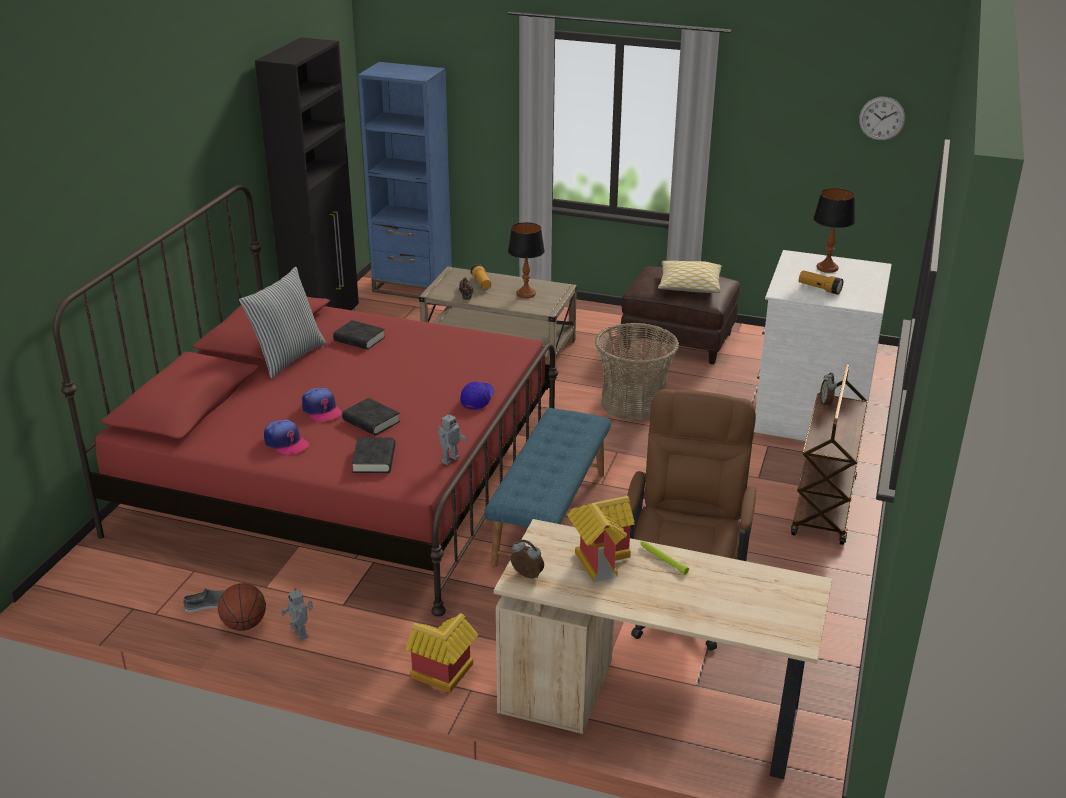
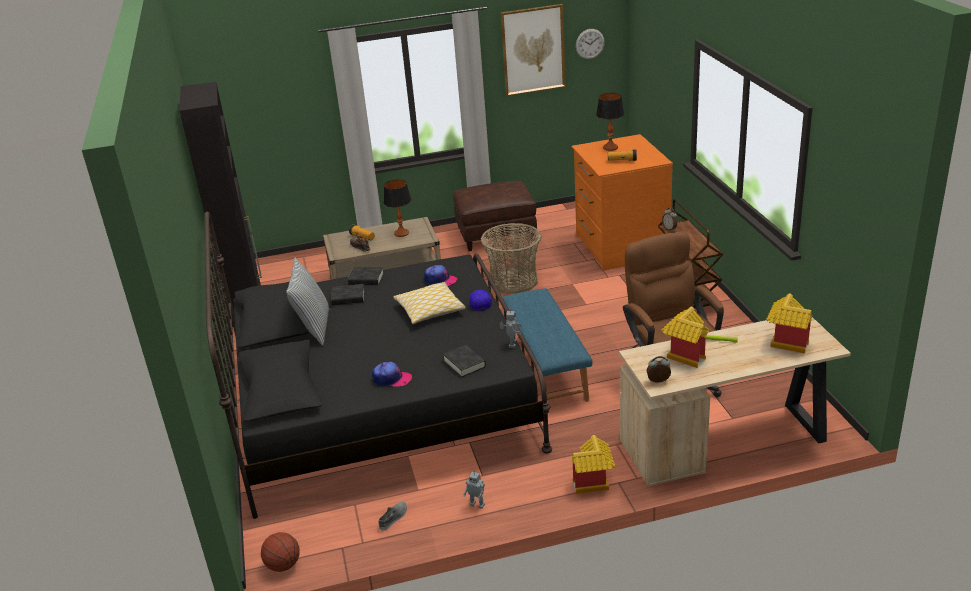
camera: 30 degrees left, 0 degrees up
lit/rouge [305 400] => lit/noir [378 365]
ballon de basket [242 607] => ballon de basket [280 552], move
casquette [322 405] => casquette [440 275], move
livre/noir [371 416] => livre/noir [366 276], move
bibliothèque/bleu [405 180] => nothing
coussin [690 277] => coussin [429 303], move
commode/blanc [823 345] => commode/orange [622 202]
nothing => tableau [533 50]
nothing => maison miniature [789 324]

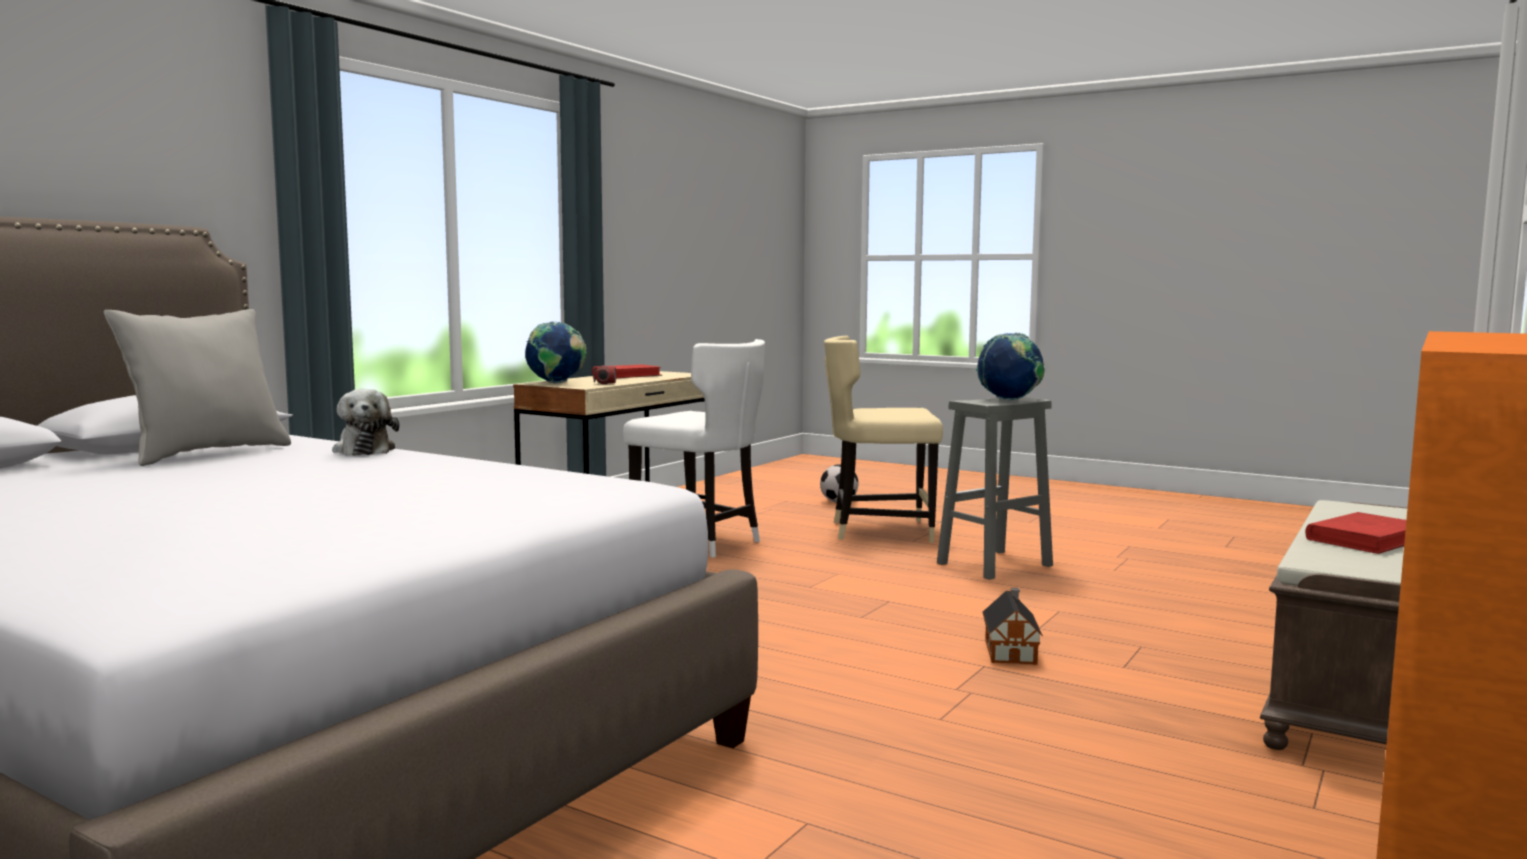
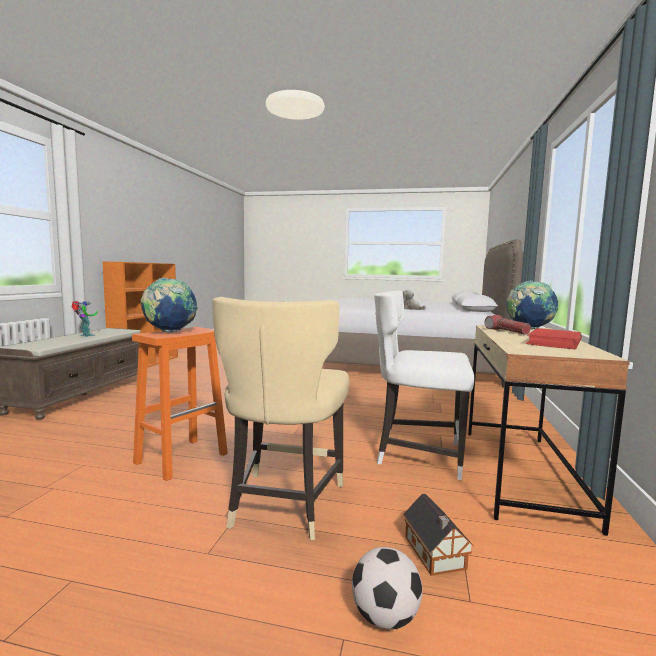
camera: 160 degrees right, 0 degrees up
coussin/gris [197 387] => nothing
chaise/beige [883 439] => chaise/beige [280 418], 120 degrees clockwise
tabouret/gris [995 488] => tabouret/orange [180 404]
maison miniature [1012 626] => maison miniature [438 535], move
livre/rouge [1355 533] => robot jouet [84 319]

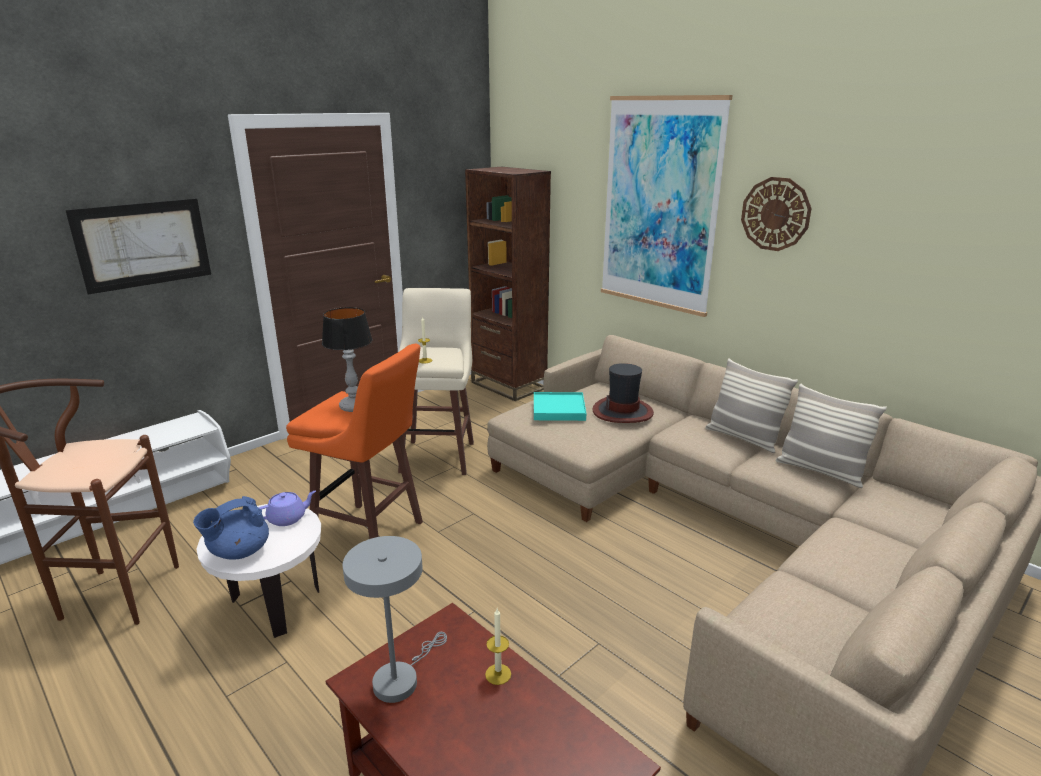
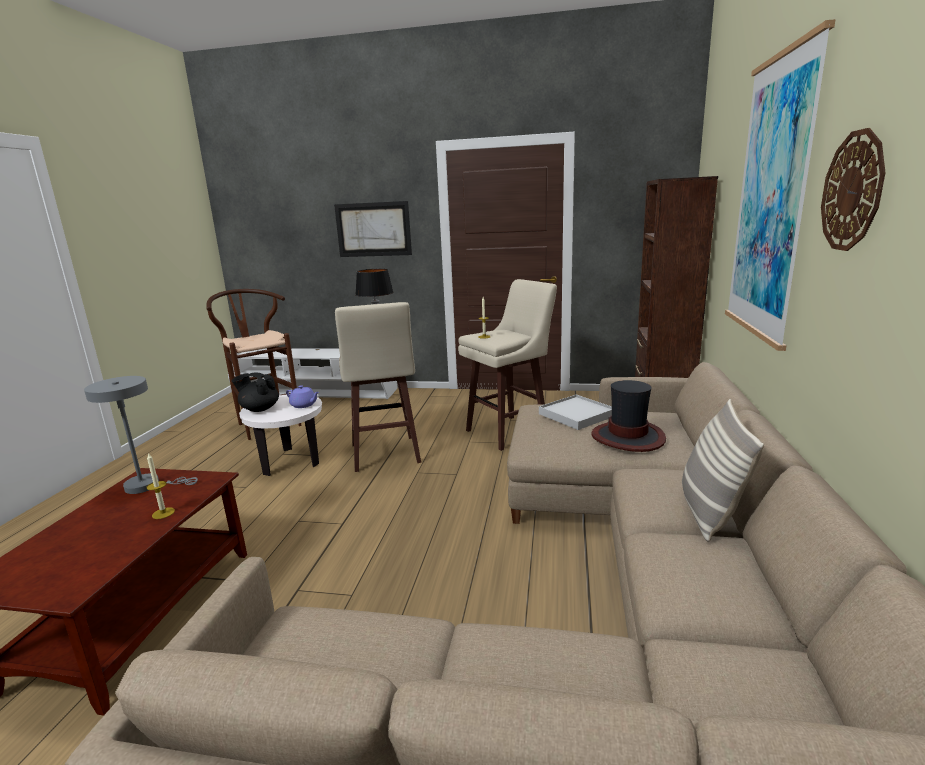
camera: 55 degrees right, 5 degrees down
théière/bleu [231 528] => théière/noir [255 392]
tabouret/orange [354 441] => tabouret/beige [378 387]
plateau/turquoise [560 406] => plateau/blanc [575 412]
coussin [831 436] => nothing

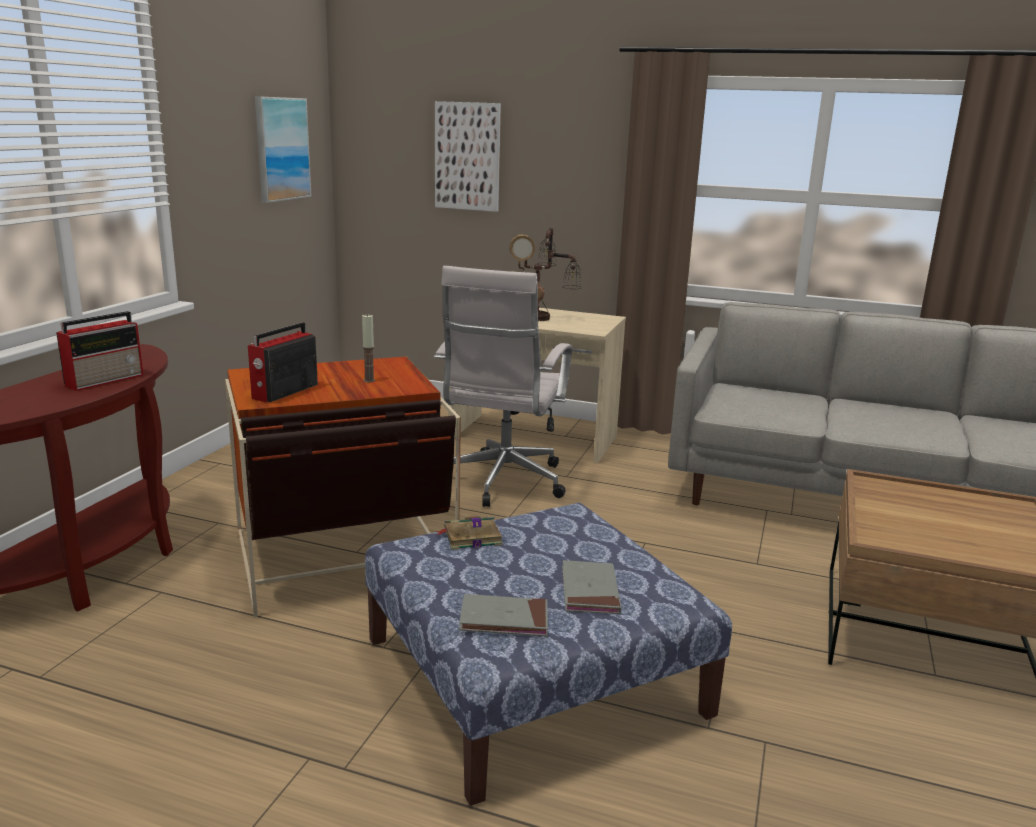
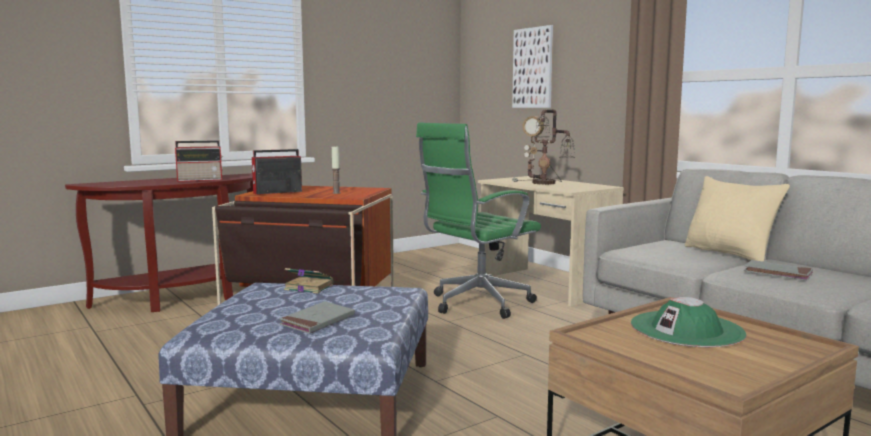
camera: 35 degrees right, 10 degrees down
tableau [283 149] => nothing
chaise de bureau/blanc [503 386] => chaise de bureau/vert [478 221]
livre/gris [503 615] => livre/gris [778 270], move
nothing => chapeau/vert [688 322]
nothing => coussin/beige [737 219]

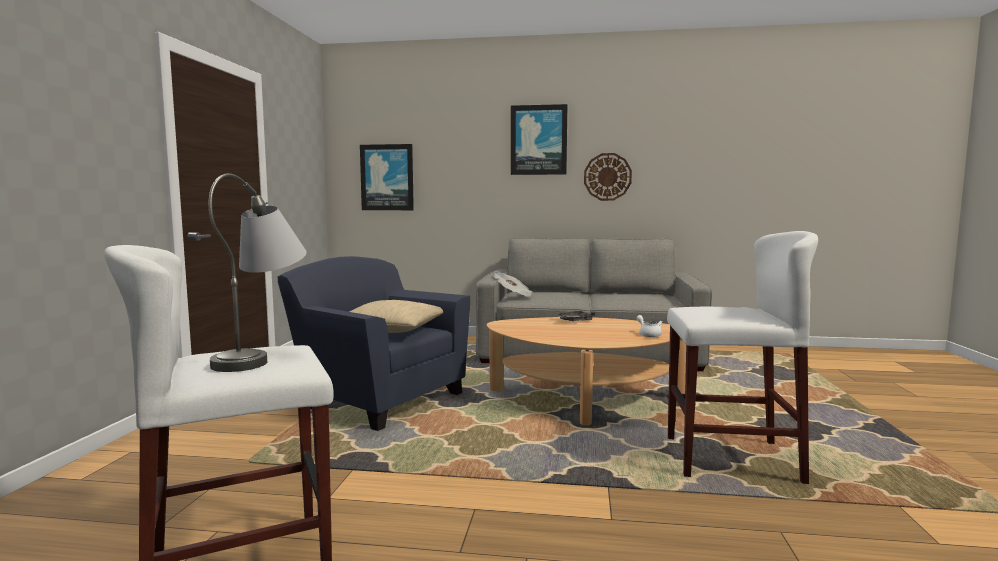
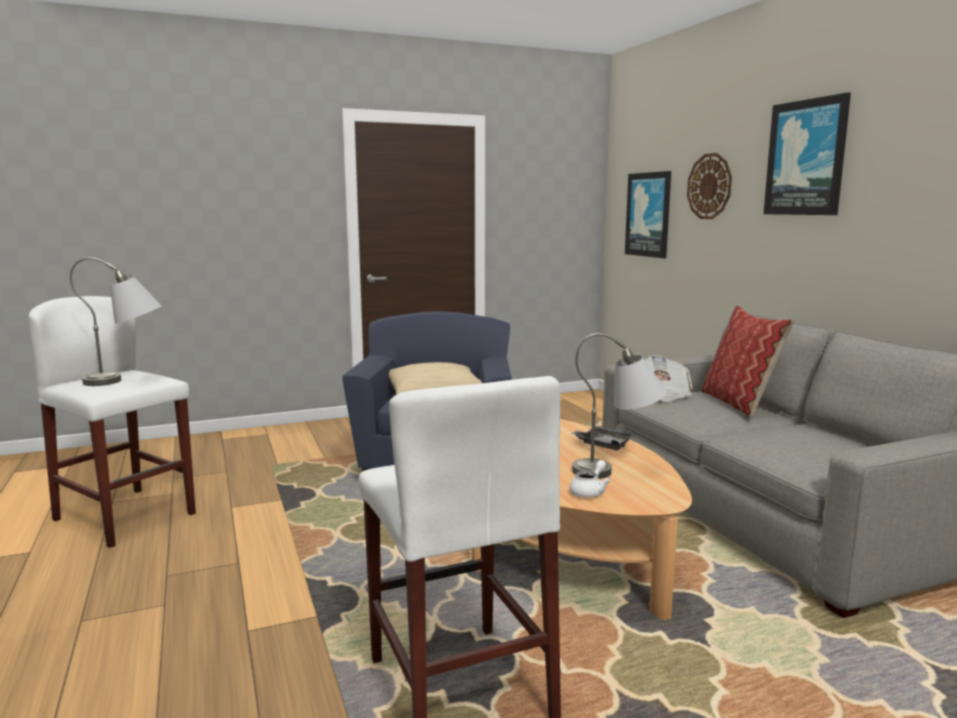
camera: 60 degrees right, 5 degrees up
horloge murale [608 177] => horloge murale [709 186], move
nothing => lampe de table/gris [619 406]
nothing => coussin [747 362]

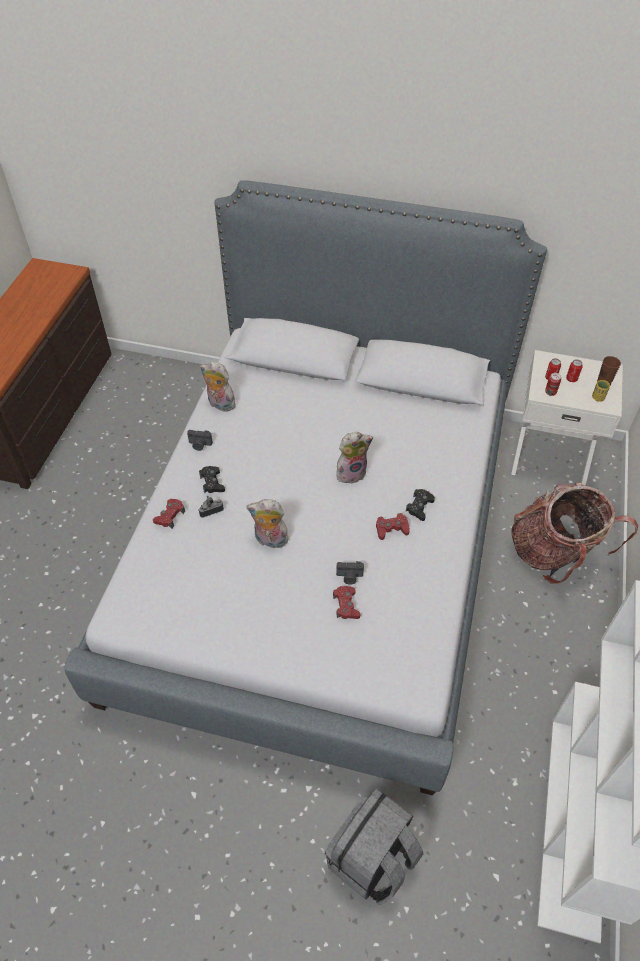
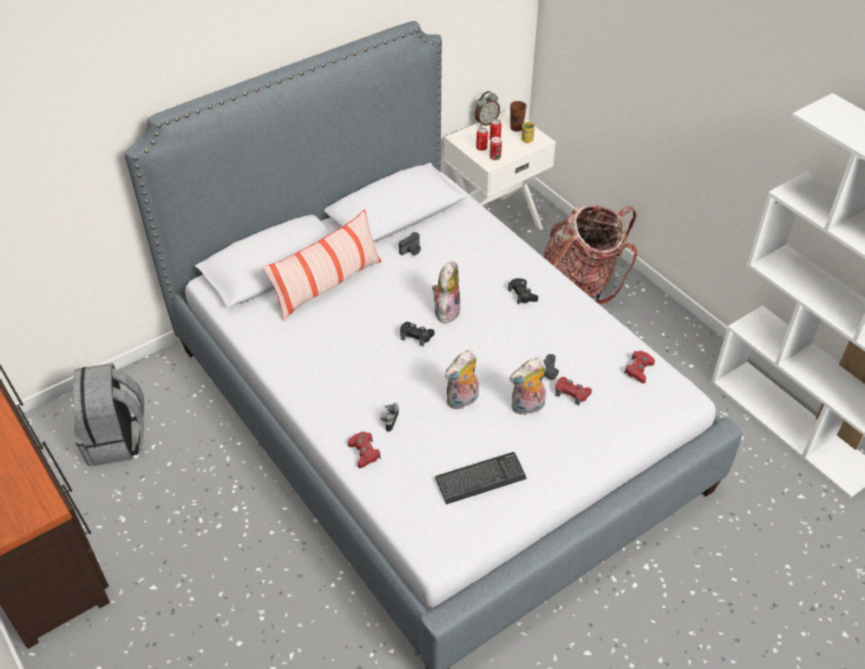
camera: 50 degrees left, 5 degrees down
appareil photo [200 440] => appareil photo [410 243], move
manette/noir [212 480] => manette/noir [417 334], move
peluche [218 386] => peluche [527 386], move
sac à dos/gris [374 846] => sac à dos/gris [108 414], move
manette/rouge [393 526] => manette/rouge [639 367], move
nothing => coussin [321 265]
nothing => clavier [481 478]
nothing => réveil [487 108]

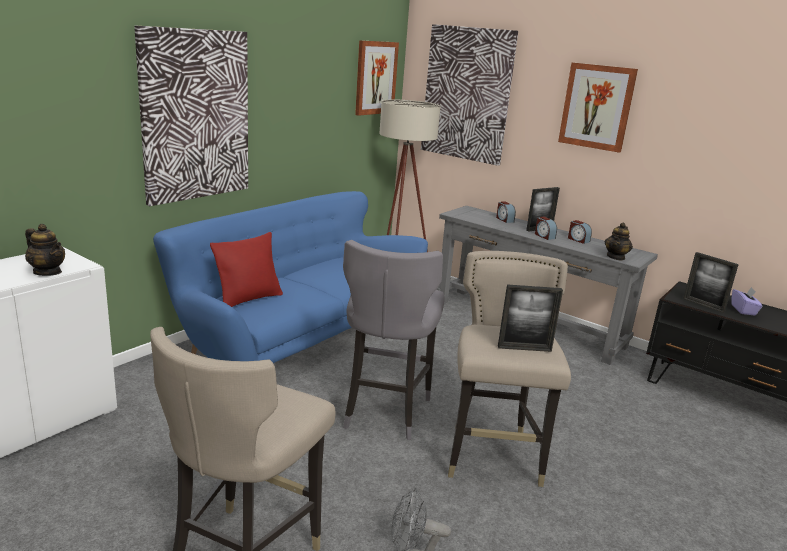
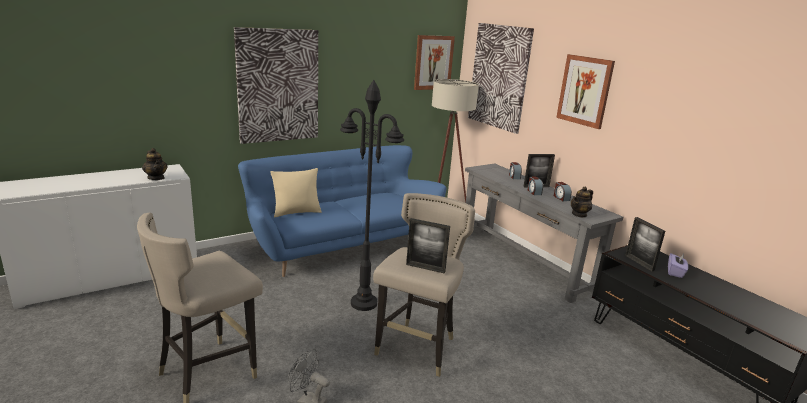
camera: 20 degrees right, 0 degrees up
coussin/rouge [246 269] => coussin/beige [296 193]
tabouret/gris [394 340] => lampadaire/noir [372 195]

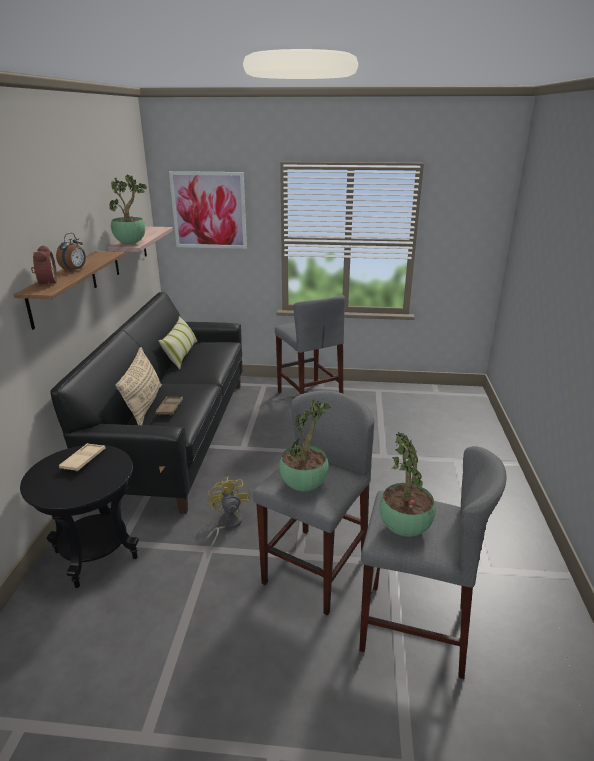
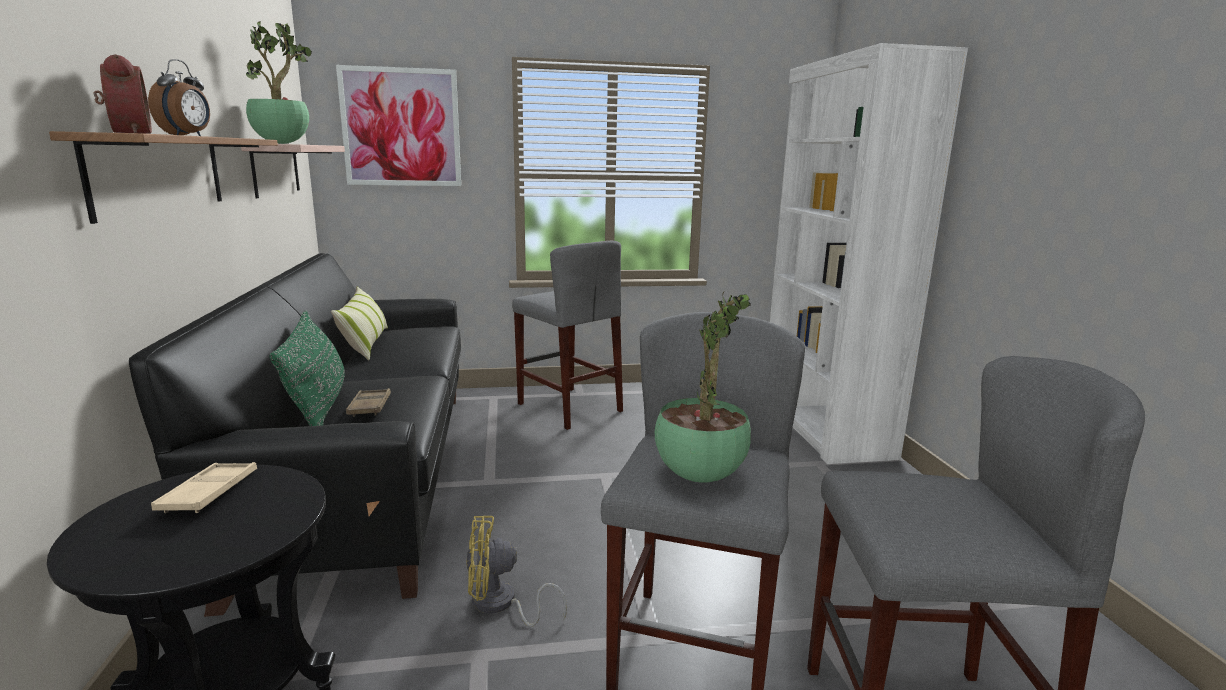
camera: 15 degrees left, 10 degrees down
coussin/beige [138 386] => coussin/vert [307 368]
ventilateur/jaune [228 513] => ventilateur/jaune [516 571], 75 degrees counterclockwise
plante en pot [408 484] => nothing
nothing => bibliothèque/blanc [869 253]

